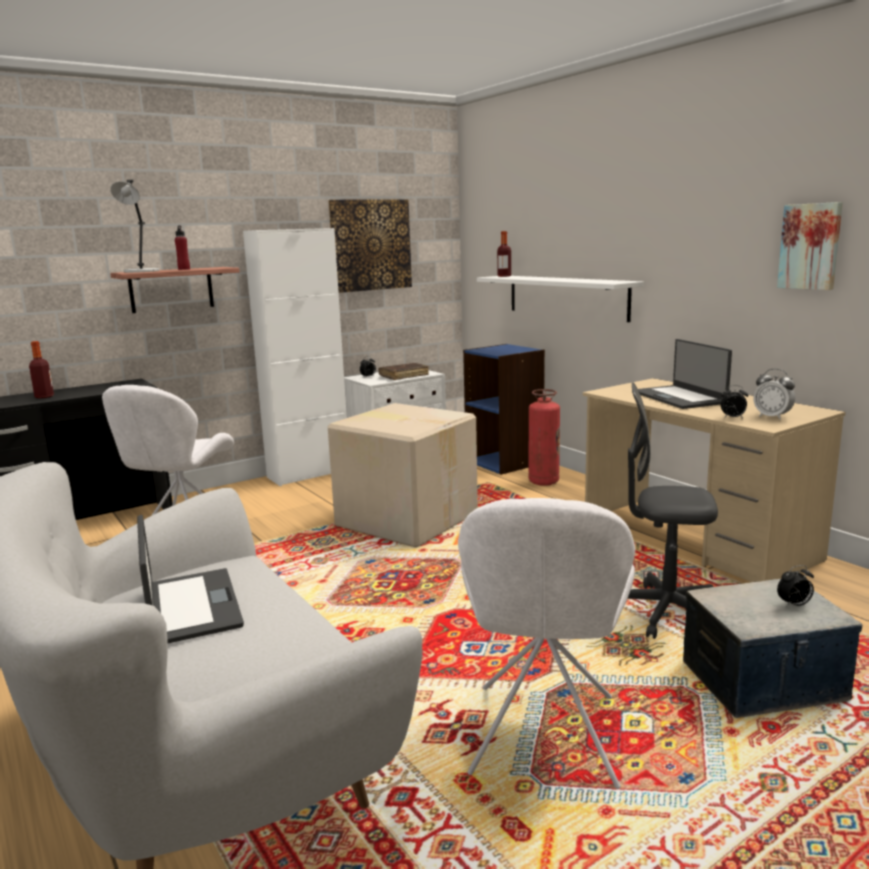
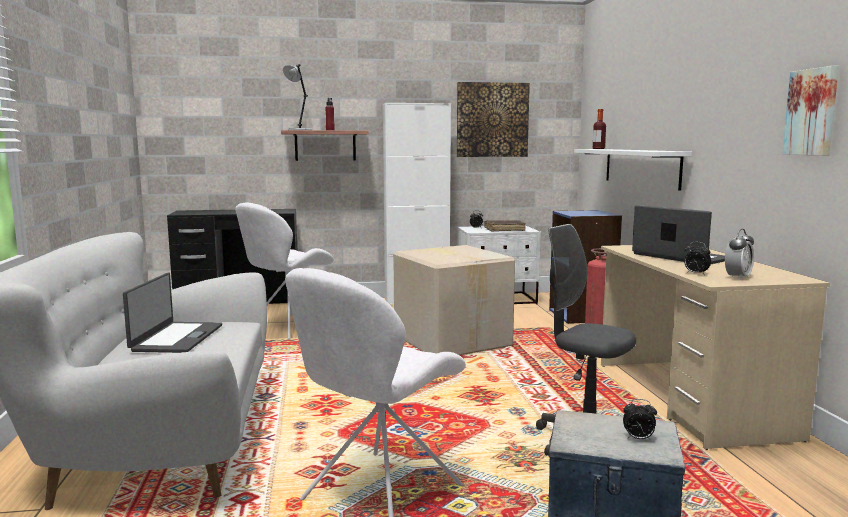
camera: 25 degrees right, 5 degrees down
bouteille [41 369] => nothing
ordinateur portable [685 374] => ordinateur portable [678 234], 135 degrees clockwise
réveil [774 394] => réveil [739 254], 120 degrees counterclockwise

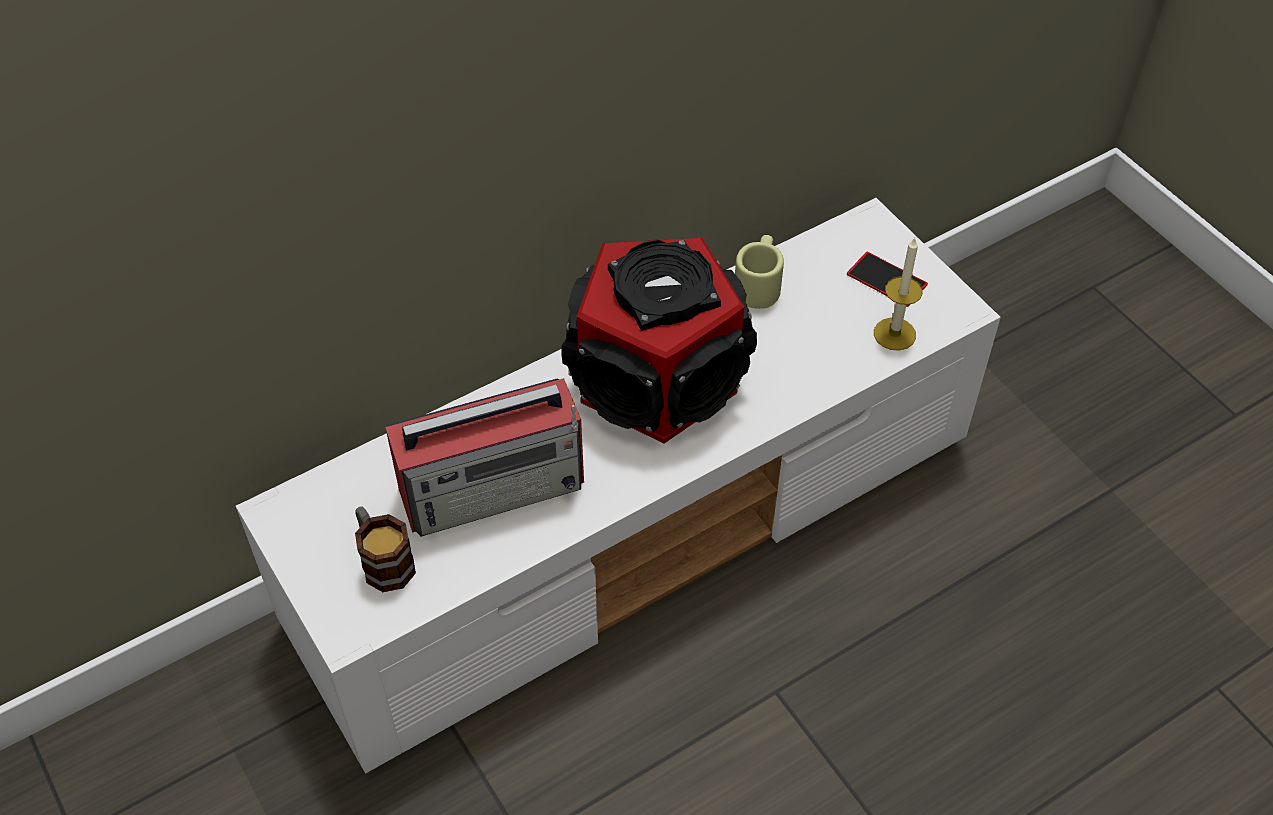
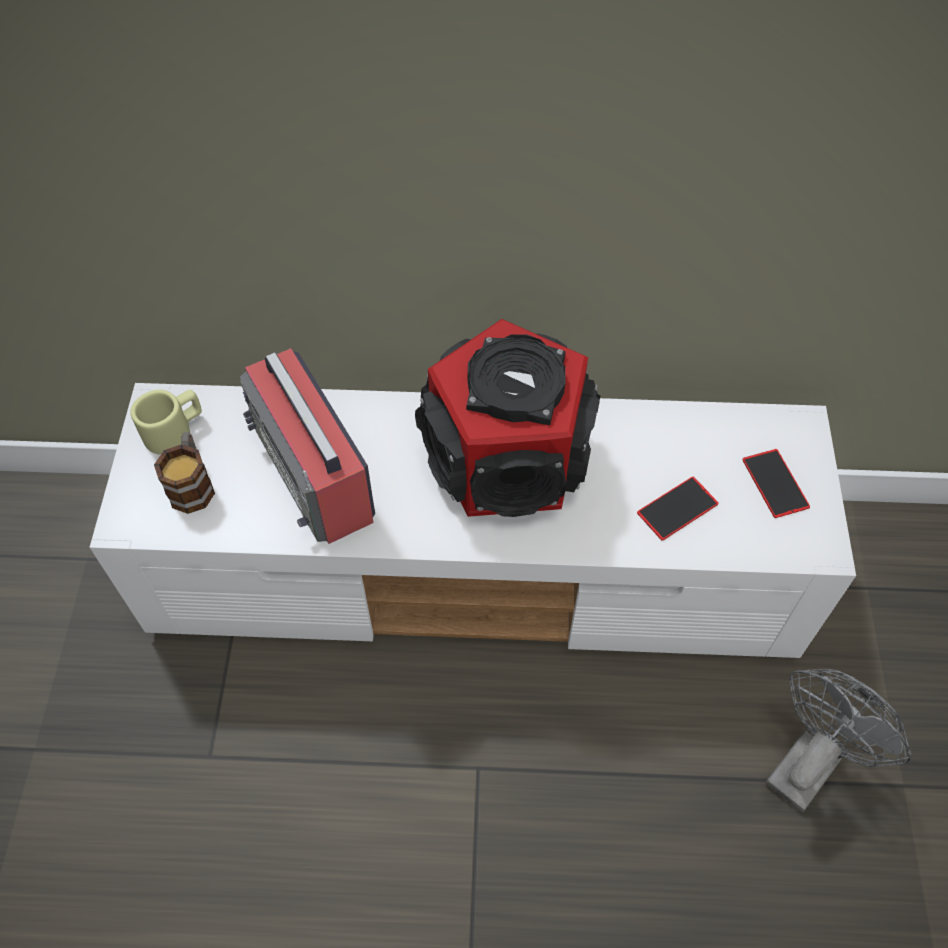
camera: 35 degrees right, 5 degrees up
radio [484 457] => radio [307 446], 45 degrees clockwise
mug/beige [759 272] => mug/beige [166 422], move
bougie [898 294] => nothing
nothing => téléphone [678 509]
nothing => ventilateur/gris [838 740]

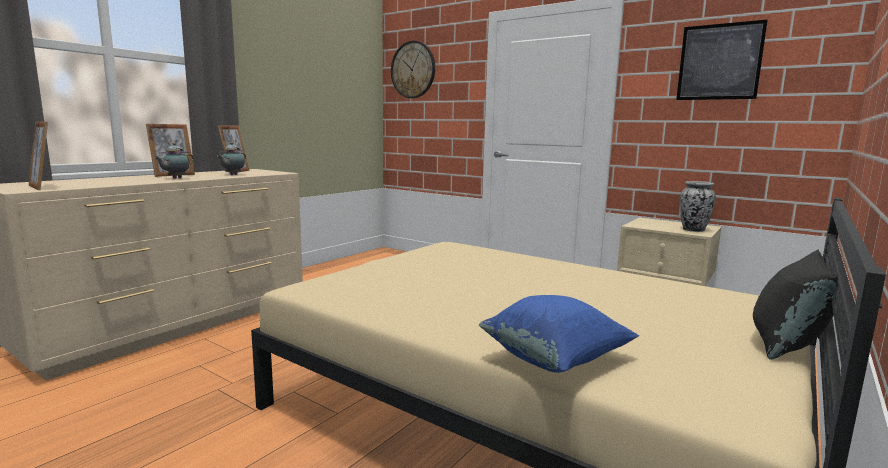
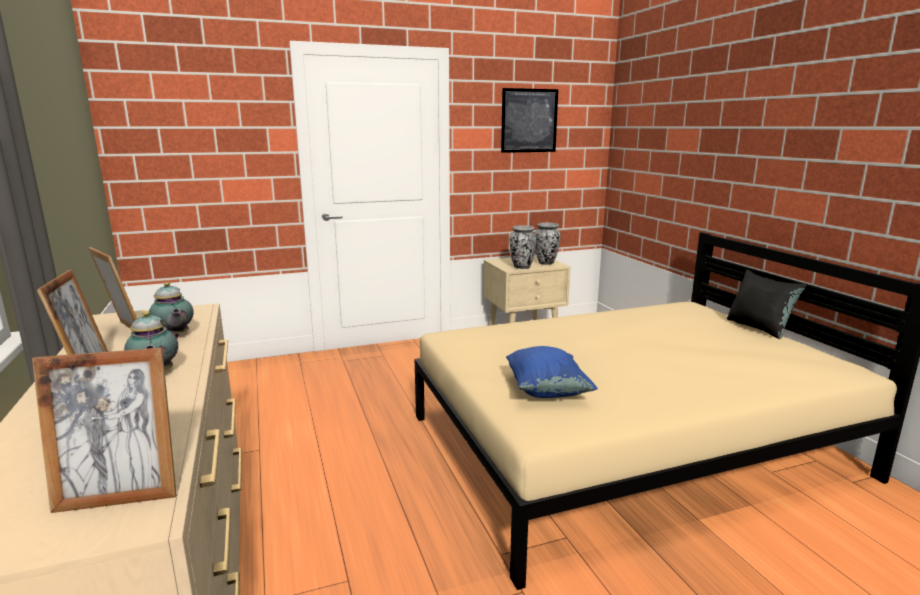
camera: 55 degrees left, 5 degrees up
horloge murale [413 69] => nothing
coussin/bleu [559 334] => coussin/bleu [552 372], move
nothing => vase [523 247]

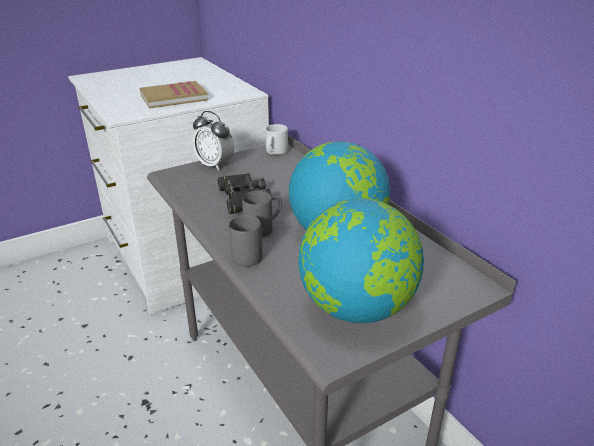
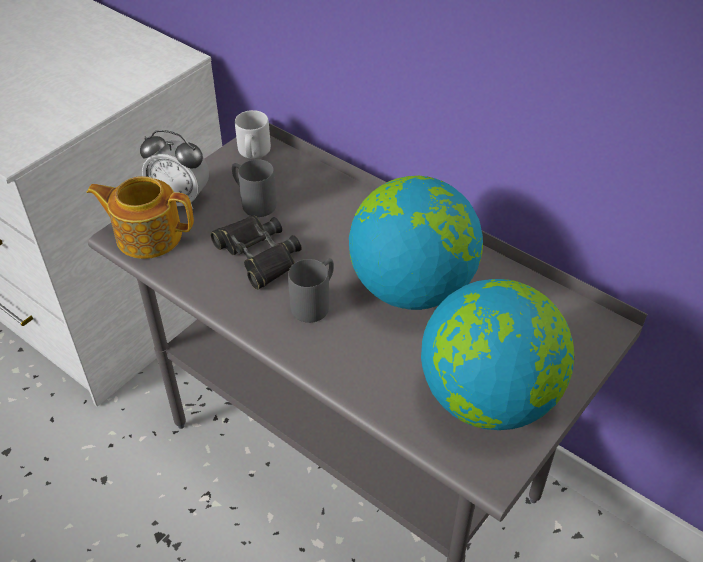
camera: 20 degrees left, 15 degrees up
livre [174 95] => nothing
mug/gris [245 241] => mug/gris [254 188], move
nothing => théière [140 217]

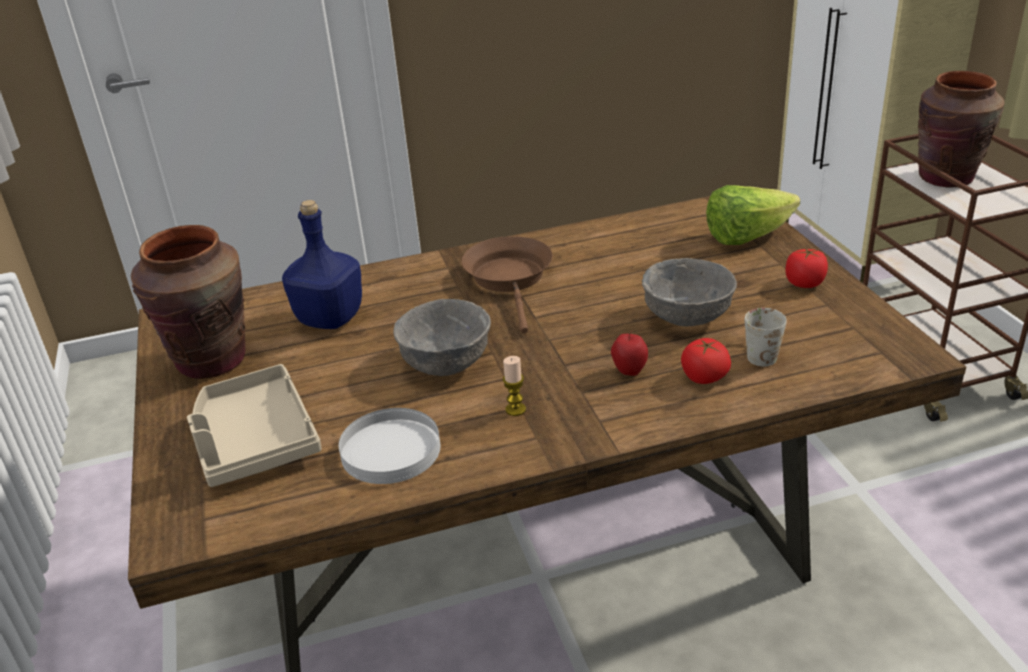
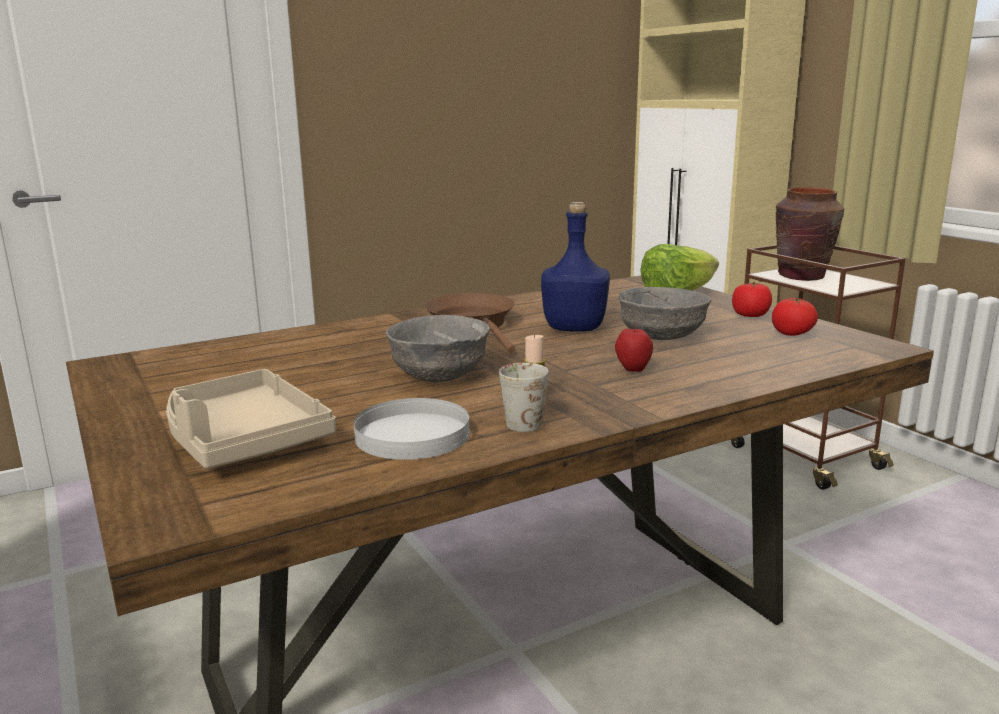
camera: 15 degrees left, 15 degrees down
vase/marron [188 302] => nothing
bouteille/bleu [322 264] => bouteille/bleu [575 267], move
tomate [706 361] => tomate [795 317], move
mug/blanc [766 337] => mug/blanc [524 397], move

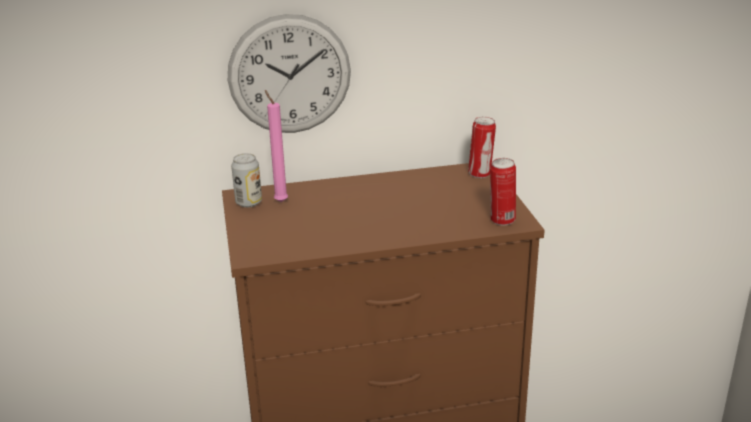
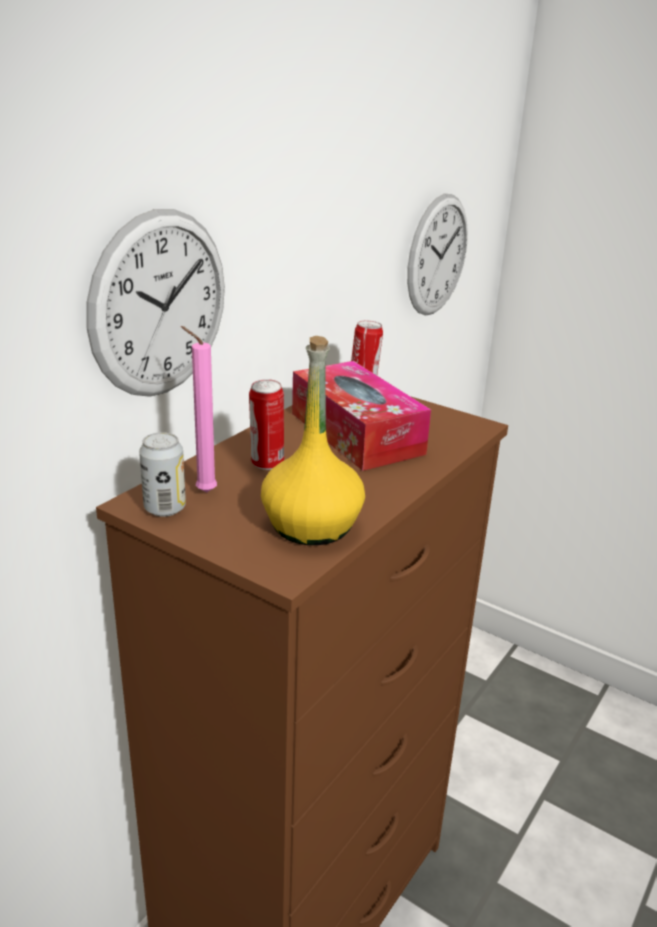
camera: 45 degrees left, 0 degrees up
boîte métallique [503 191] => boîte métallique [266 424], move
nothing => bouteille/jaune [313 440]
nothing => boîte à mouchoirs [361 416]
nothing => horloge murale [437 254]

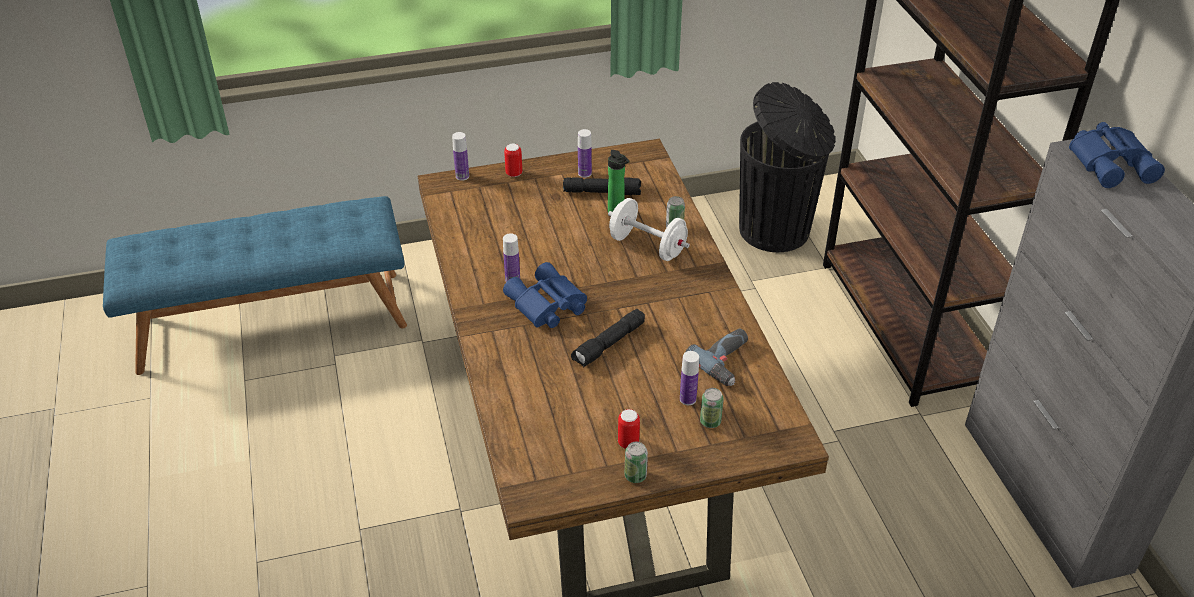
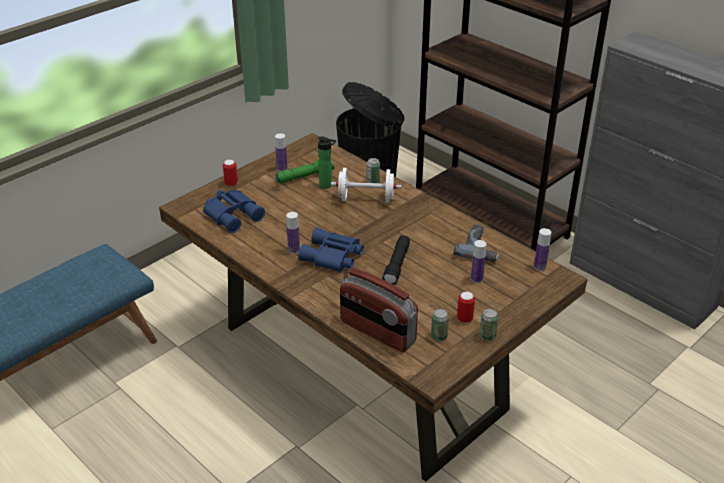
camera: 30 degrees left, 5 degrees down
bouteille [460 156] => bouteille [542 249], move
lampe de poche/noir [602 186] => lampe de poche/vert [305 171]
boîte métallique [712 408] => boîte métallique [440 325], move
jumelles/bleu [1117 155] => jumelles/bleu [234 211], move
nothing => radio [379 310]

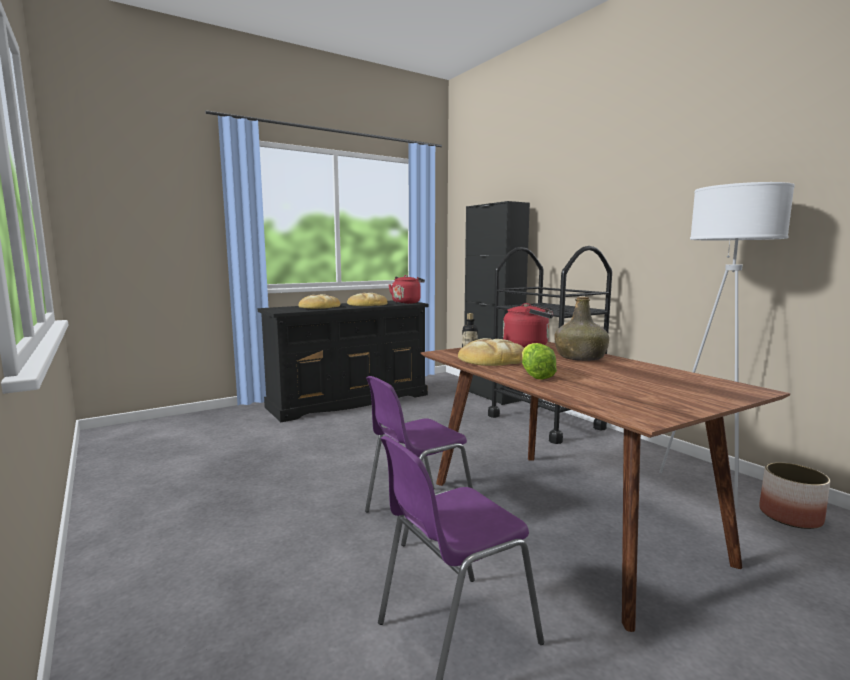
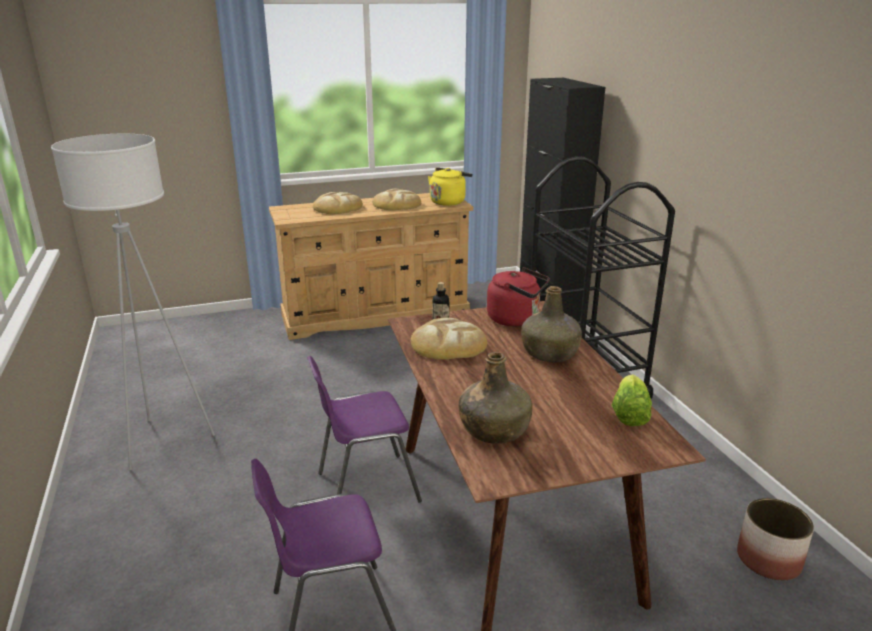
camera: 15 degrees right, 15 degrees up
commode/noir [343 361] => commode/beige [371 266]
bouilloire/rouge [406 289] => bouilloire/jaune [450 187]
laitue [539 361] => laitue [632 400], move
lampadaire/blanc [727 345] => lampadaire/blanc [133 302], move
nothing => bouteille/vert [495 398]

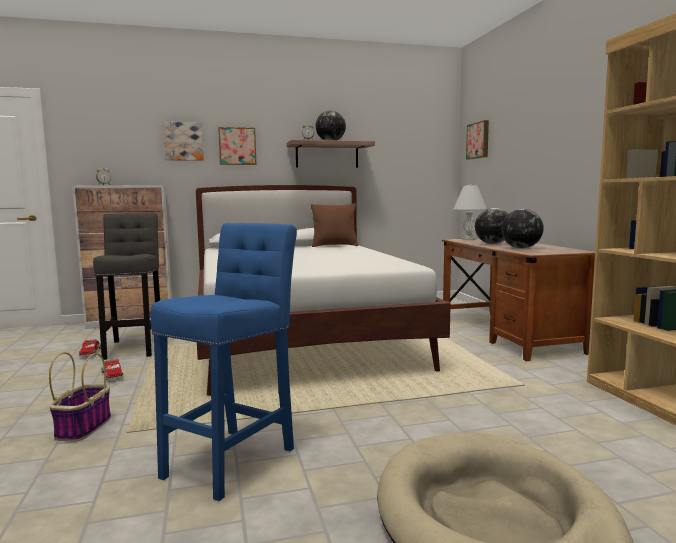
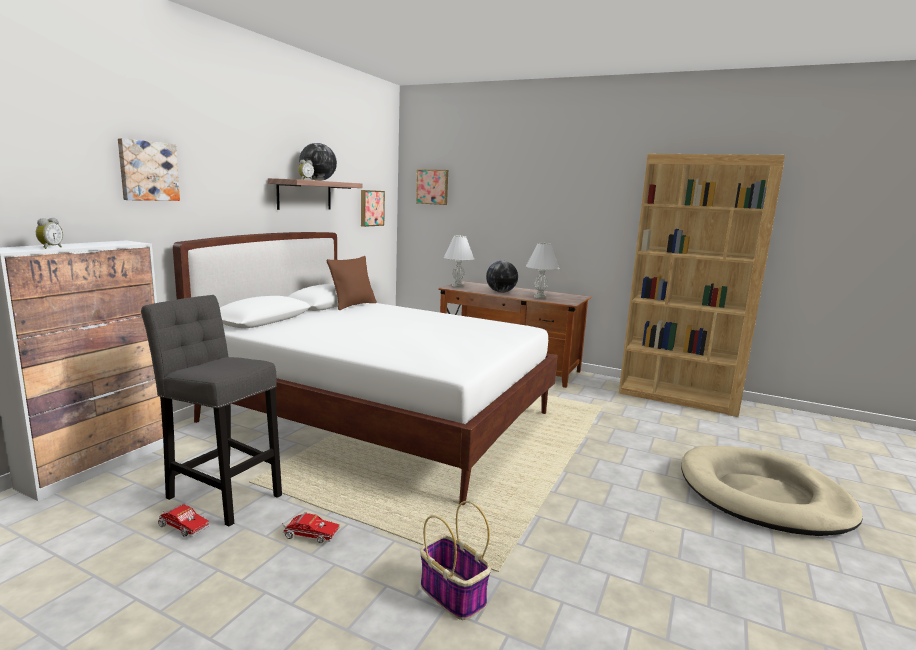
camera: 50 degrees left, 5 degrees up
tabouret/bleu [224 362] => nothing
tableau [237 146] => tableau [373 208], move
globe [522 229] => lampe de table/blanc [542 270]

